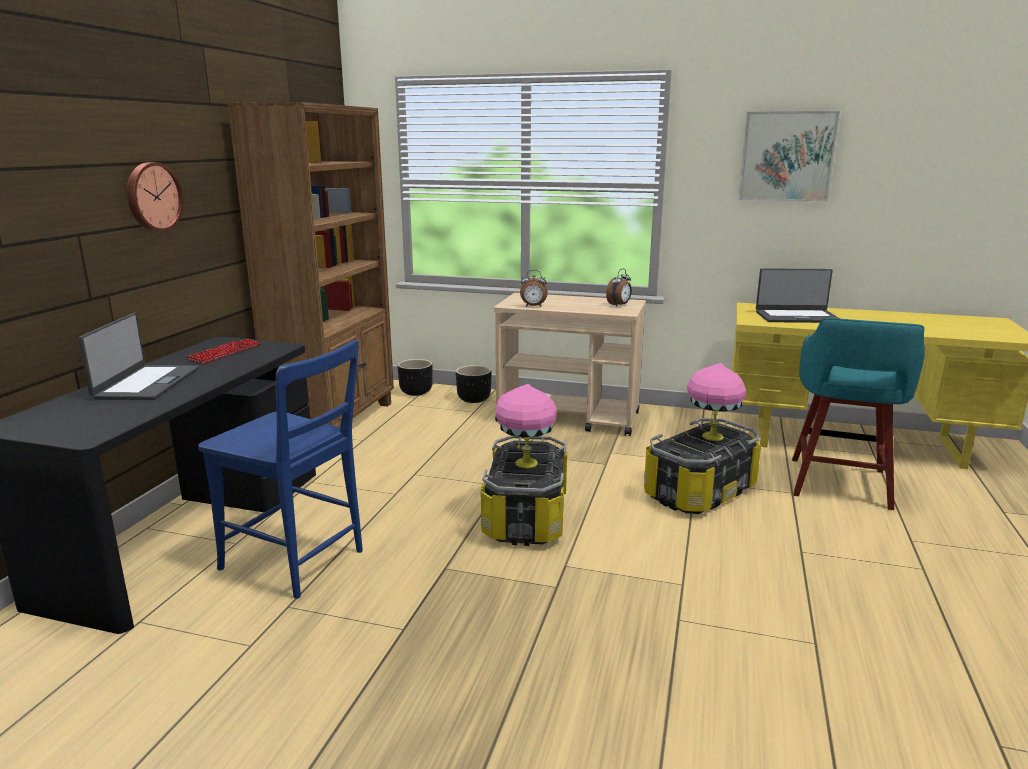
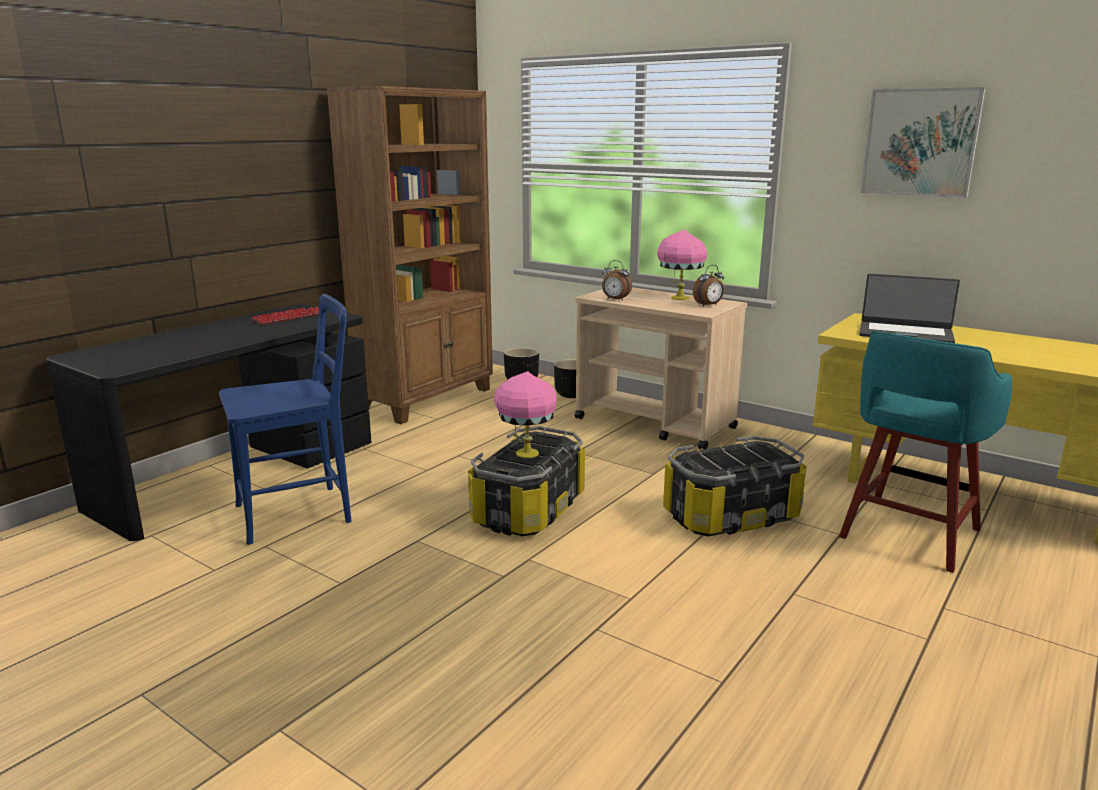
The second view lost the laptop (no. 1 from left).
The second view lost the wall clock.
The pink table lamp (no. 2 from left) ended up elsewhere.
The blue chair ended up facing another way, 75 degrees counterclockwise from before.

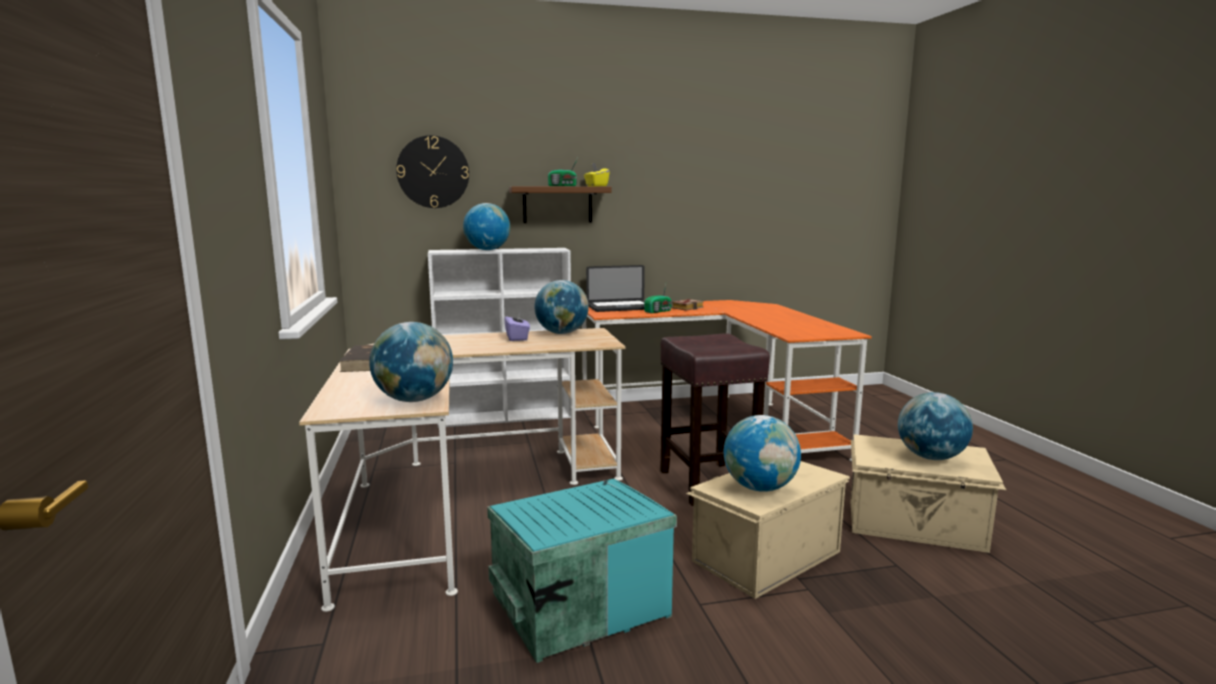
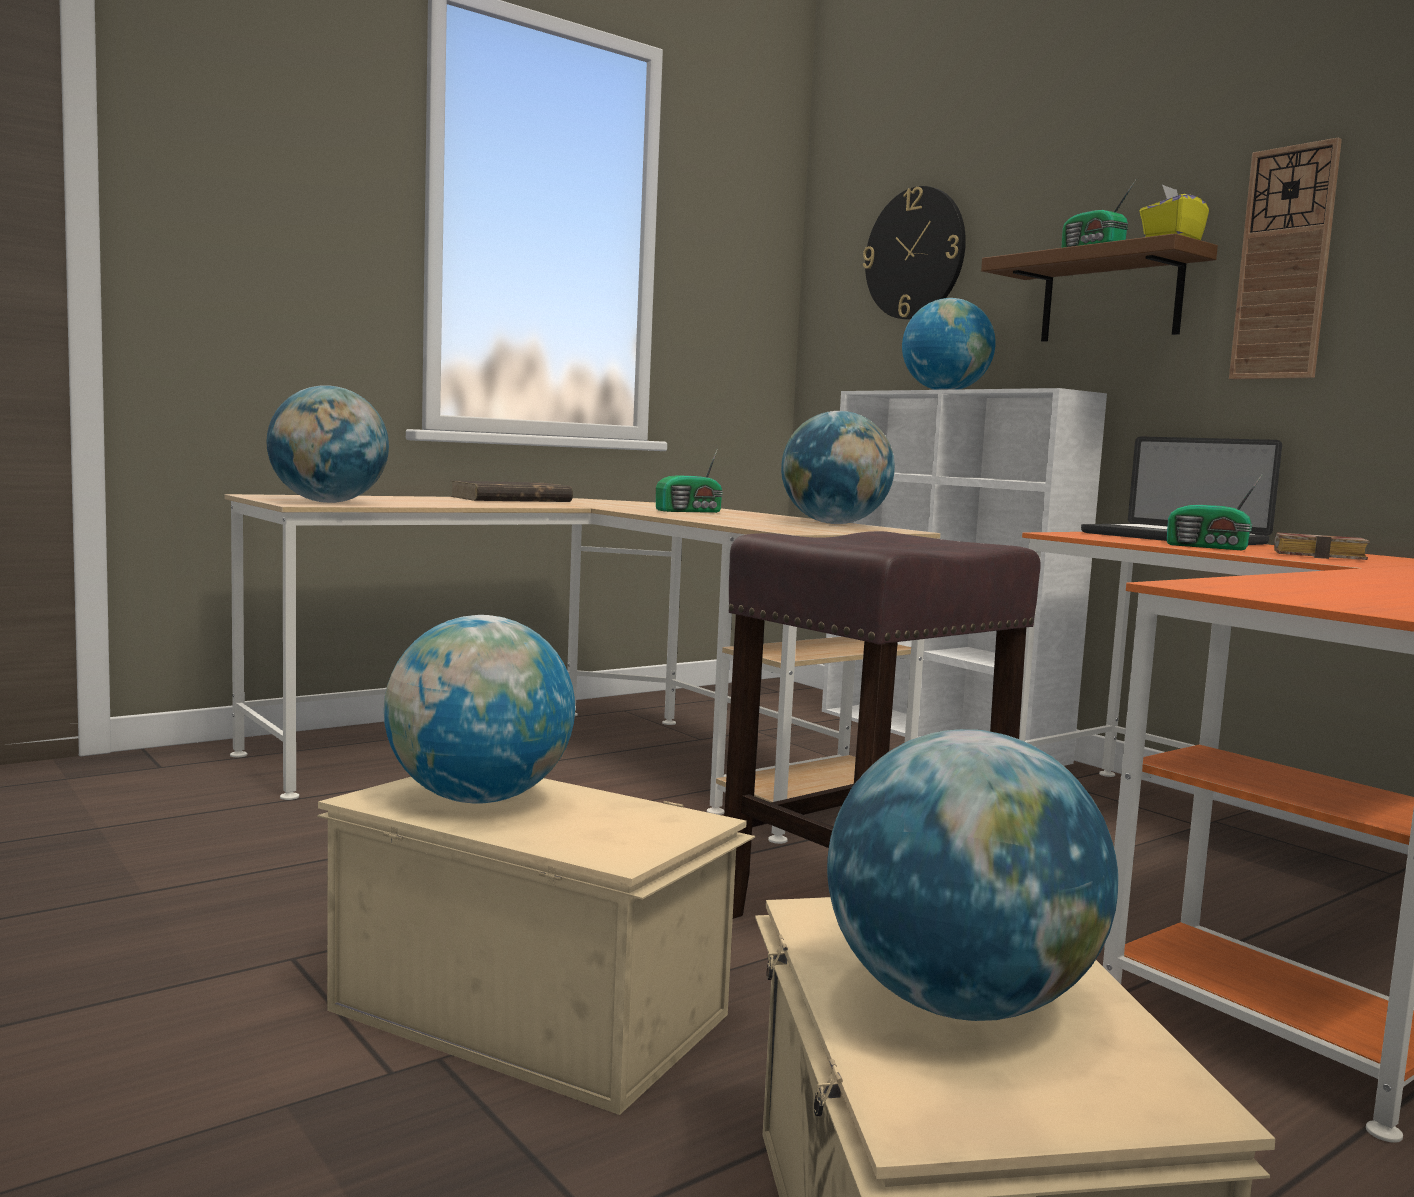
The second view lost the turquoise storage box.
The second view lost the purple tissue box.
The second view gained the radio (no. 1 from left).
The second view gained the wall clock (no. 2 from left).

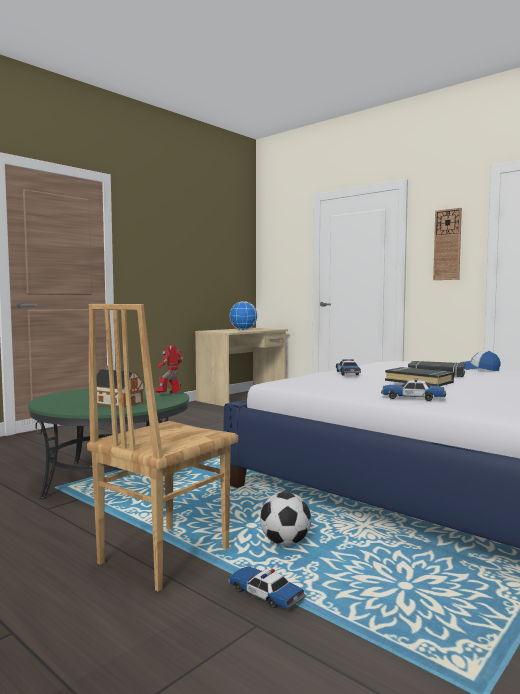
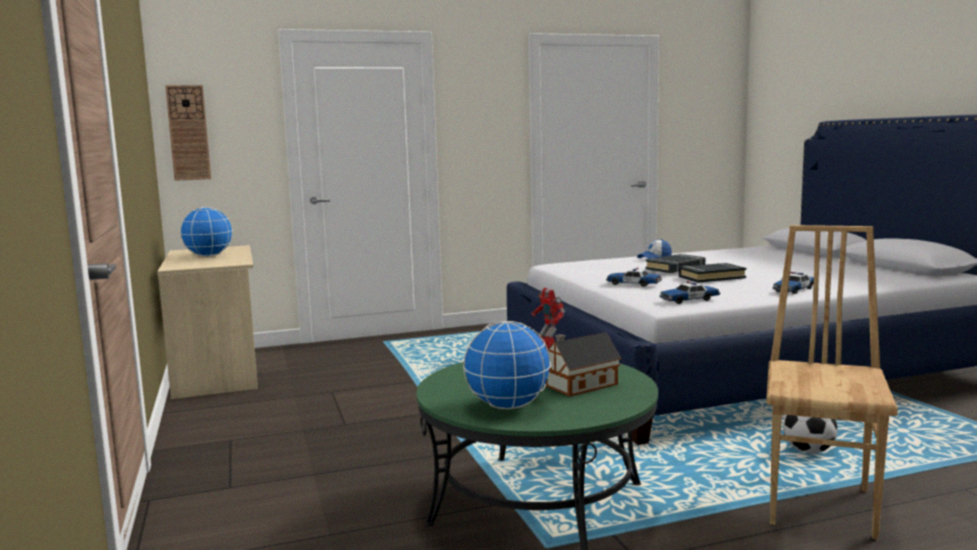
The second view gained the globe (no. 2 from left).
The toy car (no. 1 from left in the first image) ended up elsewhere.
The wall clock ended up elsewhere.
The brown chair ended up facing another way, 135 degrees counterclockwise from before.

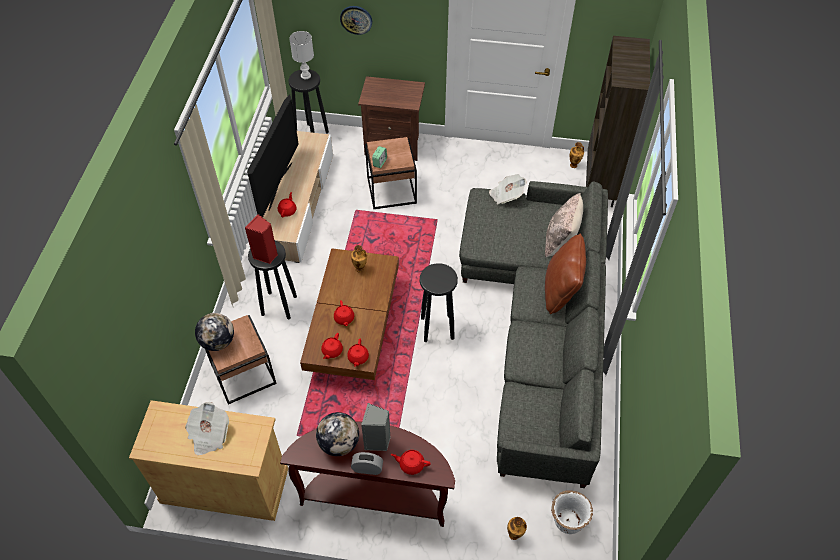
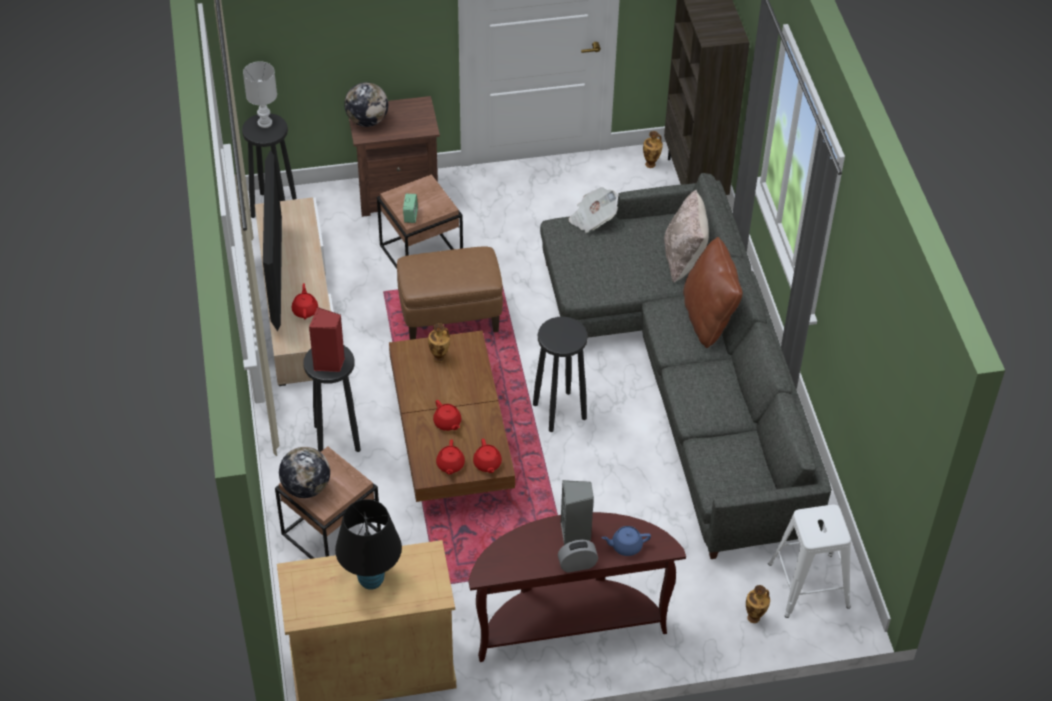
The second view lost the wall clock.
The second view gained the brown ottoman.
The globe (no. 2 from left) ended up elsewhere.
Where the newspaper (no. 1 from left) stood, the black table lamp came to stand.
Where the white planter stood, the white stool came to stand.
What was the red teapot (no. 5 from left) turned into the blue teapot.

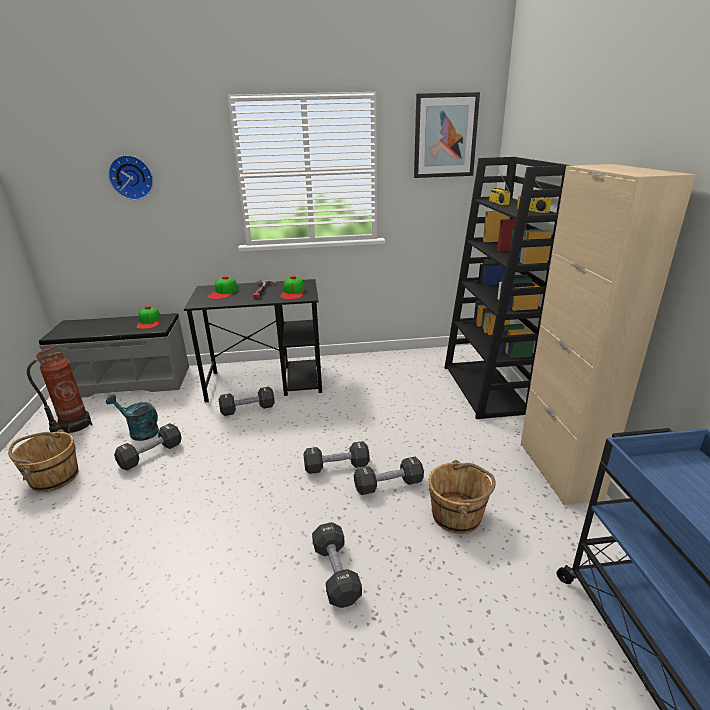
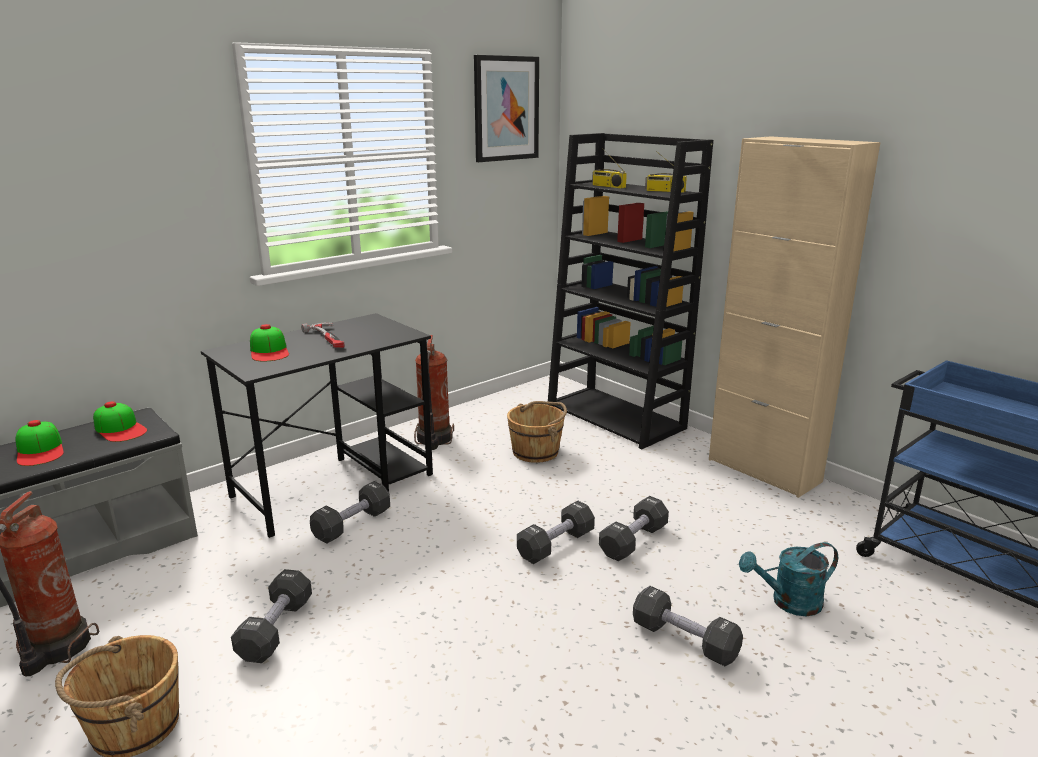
The second view lost the wall clock.
The second view gained the fire extinguisher (no. 2 from left).
The turquoise watering can ended up elsewhere.
The cap (no. 3 from left in the first image) ended up elsewhere.
The brown bucket (no. 2 from left) ended up elsewhere.

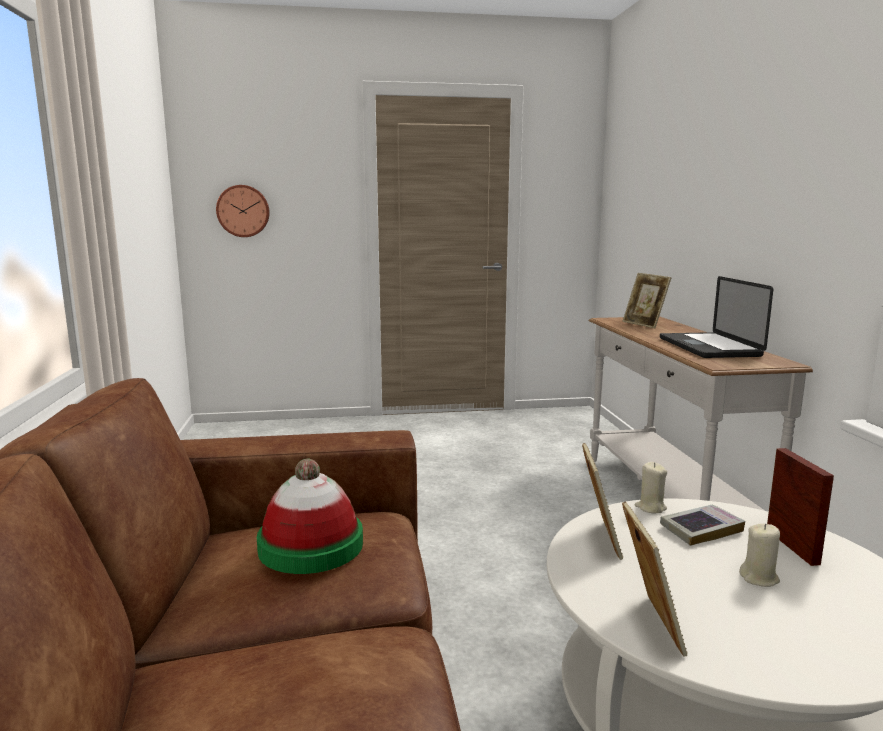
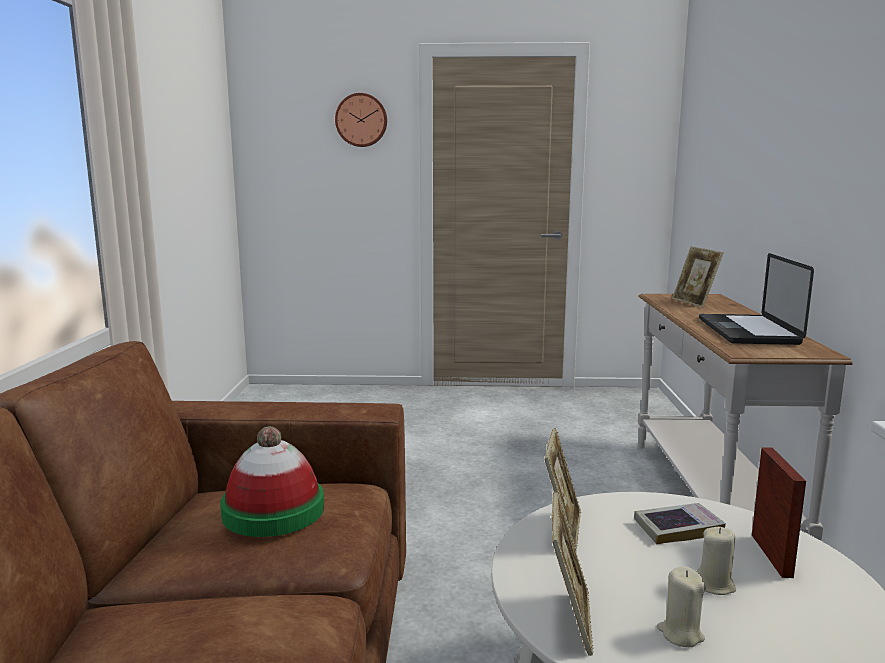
The wall clock ended up elsewhere.
The beige candle (no. 1 from left) ended up elsewhere.

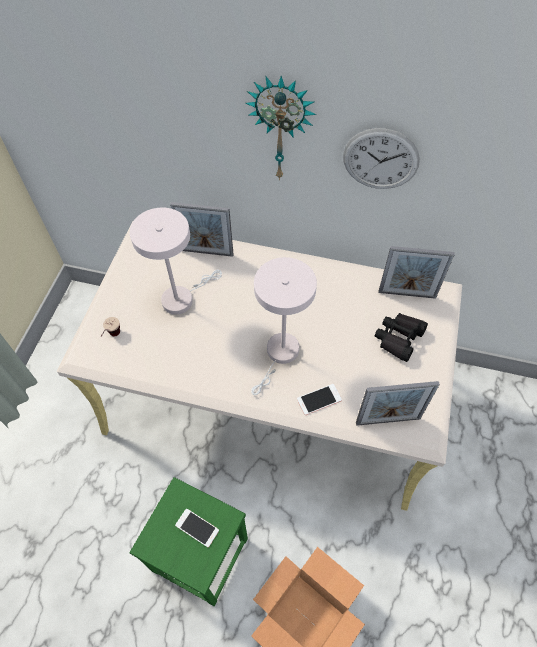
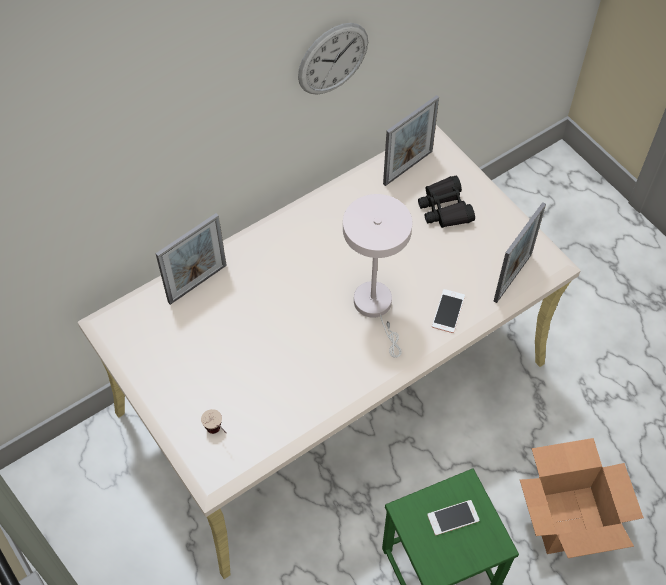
The second view lost the white table lamp (no. 1 from left).
The second view lost the wall clock (no. 1 from left).

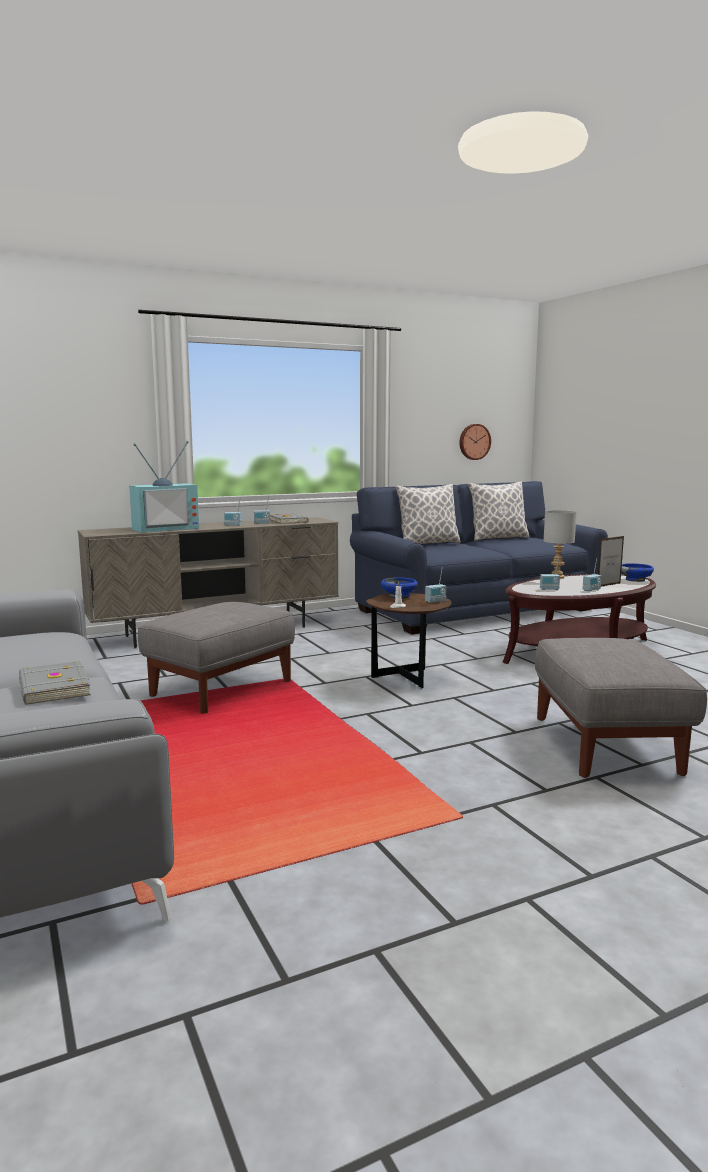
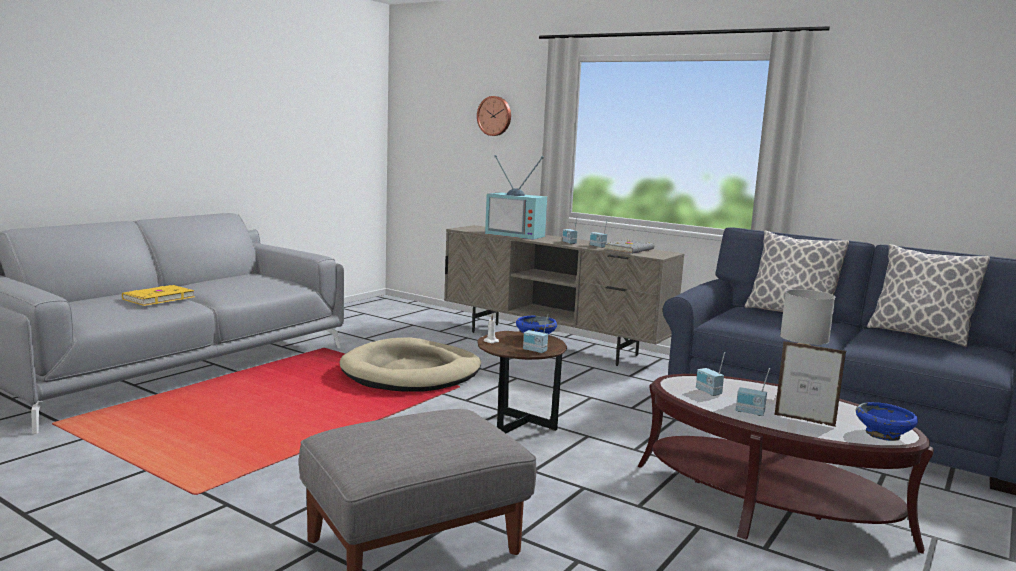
The wall clock ended up elsewhere.
Where the grey ottoman (no. 1 from left) stood, the beige dog bed came to stand.
What was the grey book (no. 1 from left) turned into the yellow book.

